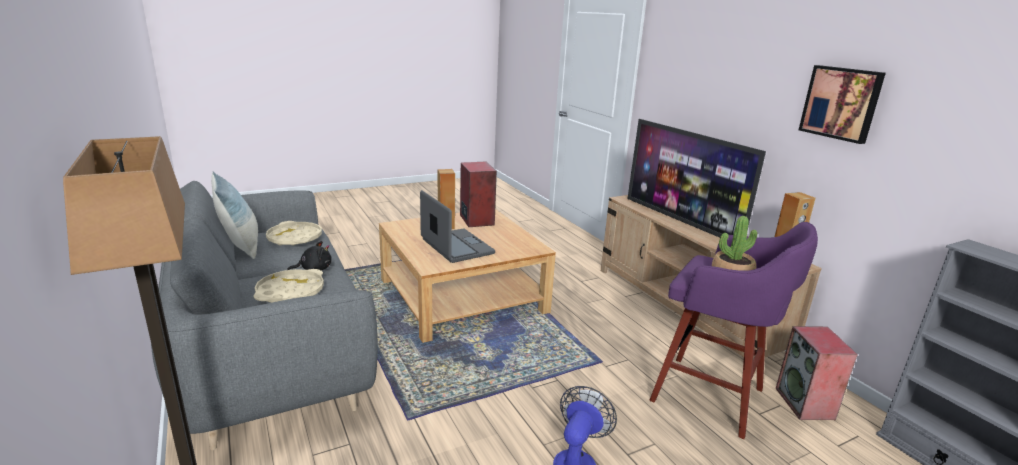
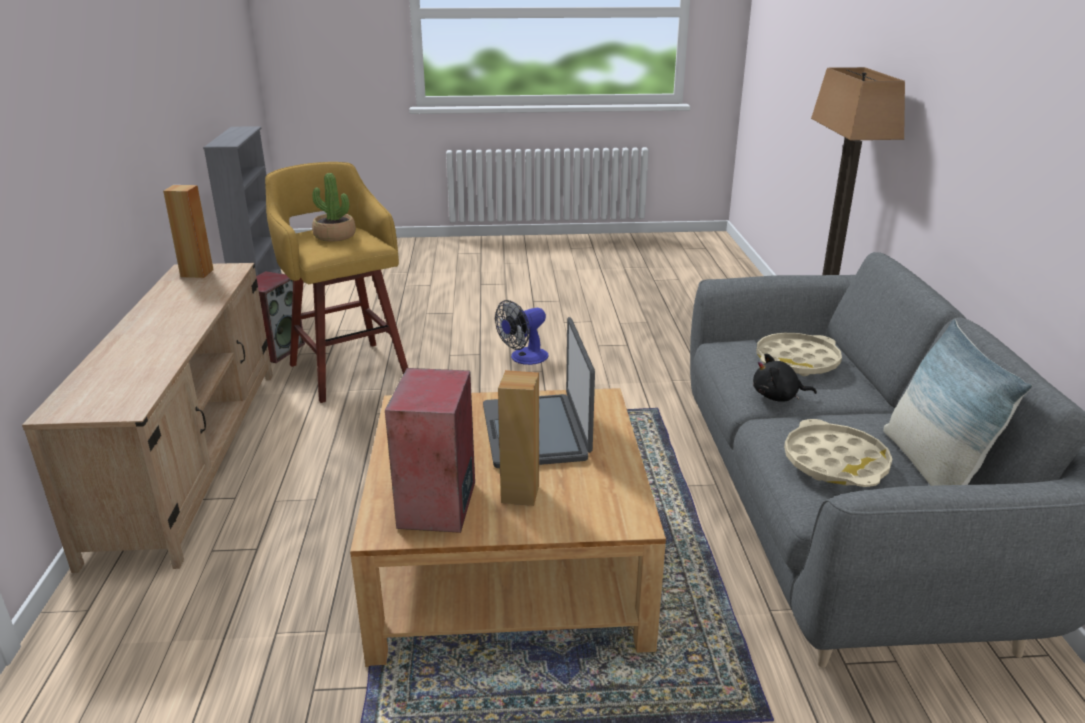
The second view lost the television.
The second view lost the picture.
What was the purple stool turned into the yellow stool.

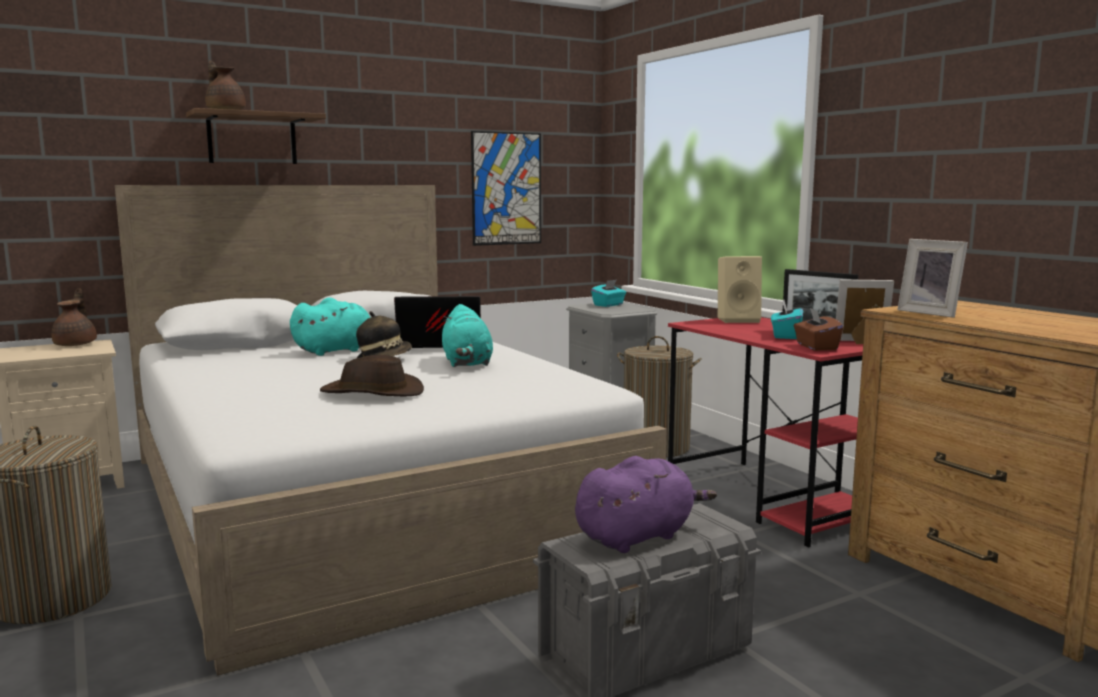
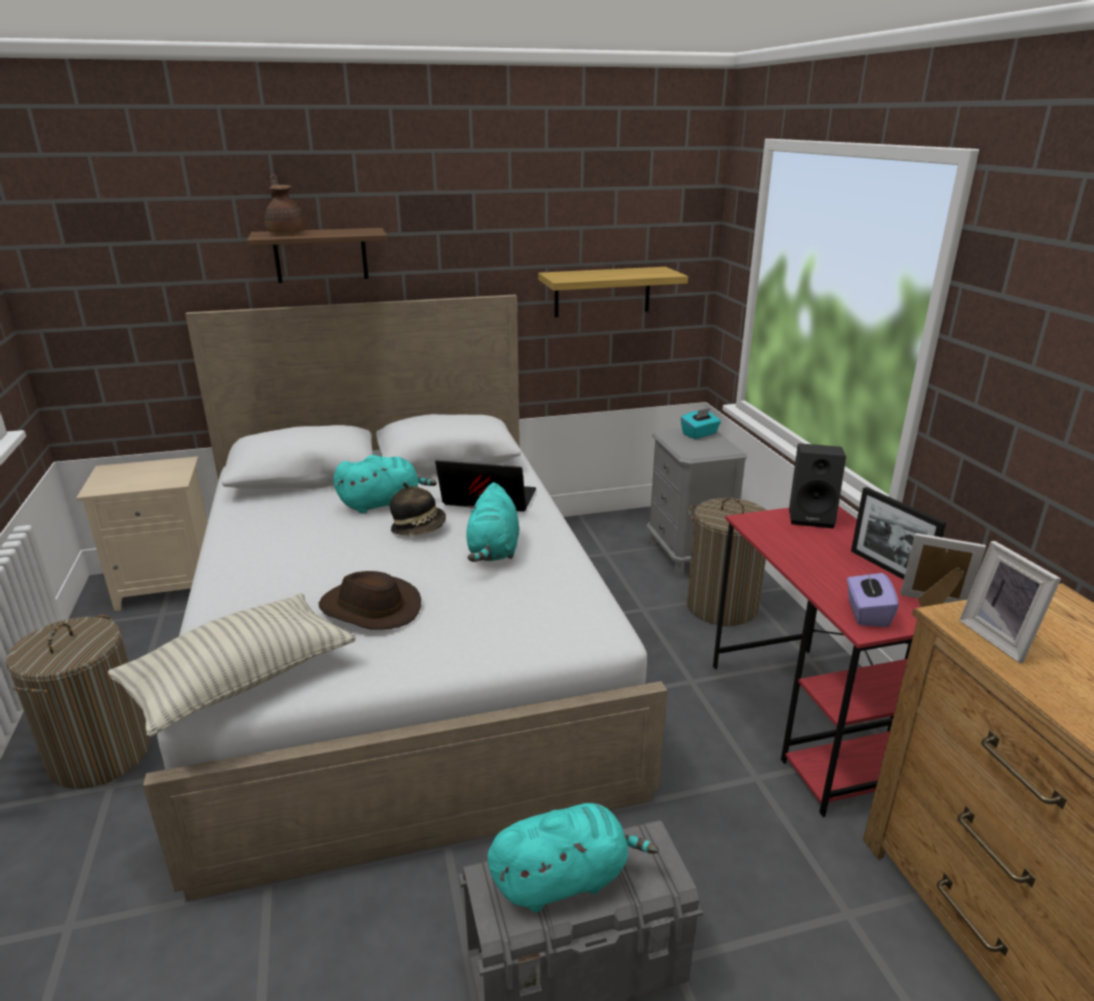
The second view lost the brown teapot (no. 1 from left).
The second view lost the turquoise tissue box (no. 2 from left).
The second view gained the pillow.
Where the picture hung, the shelf (no. 2 from left) came to hang.
What was the purple plush toy turned into the turquoise plush toy (no. 3 from left).
What was the beige speaker turned into the black speaker.
What was the brown tissue box turned into the purple tissue box.

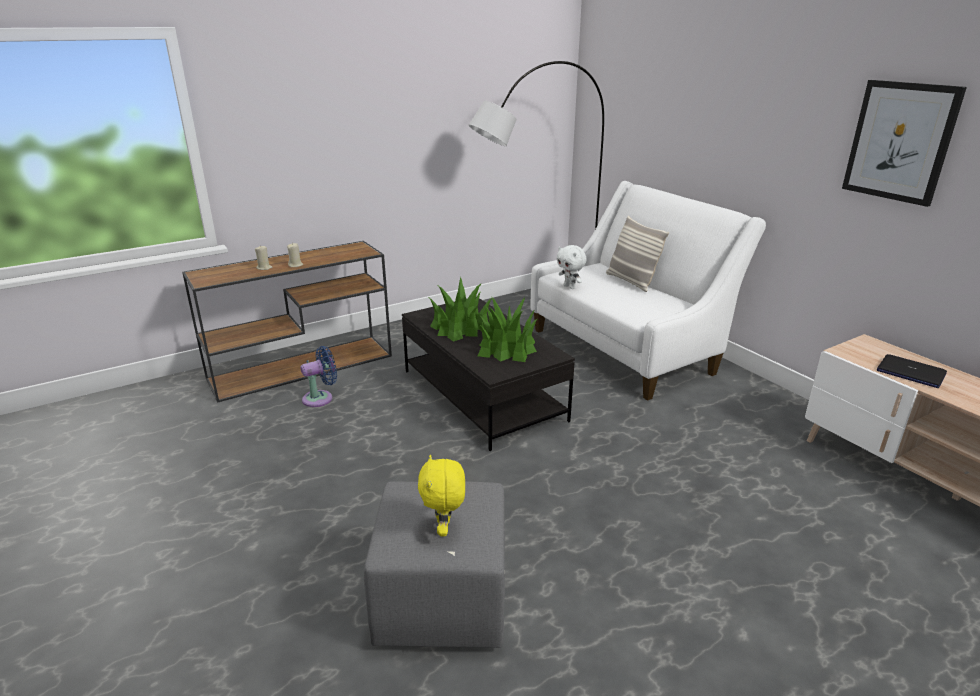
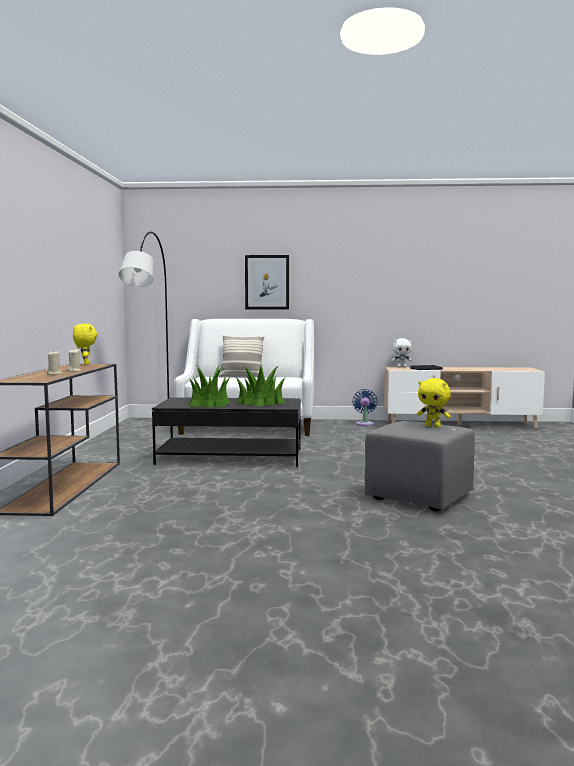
The second view gained the yellow plush toy (no. 1 from left).
The blue fan ended up elsewhere.
The white plush toy ended up elsewhere.
The picture ended up elsewhere.

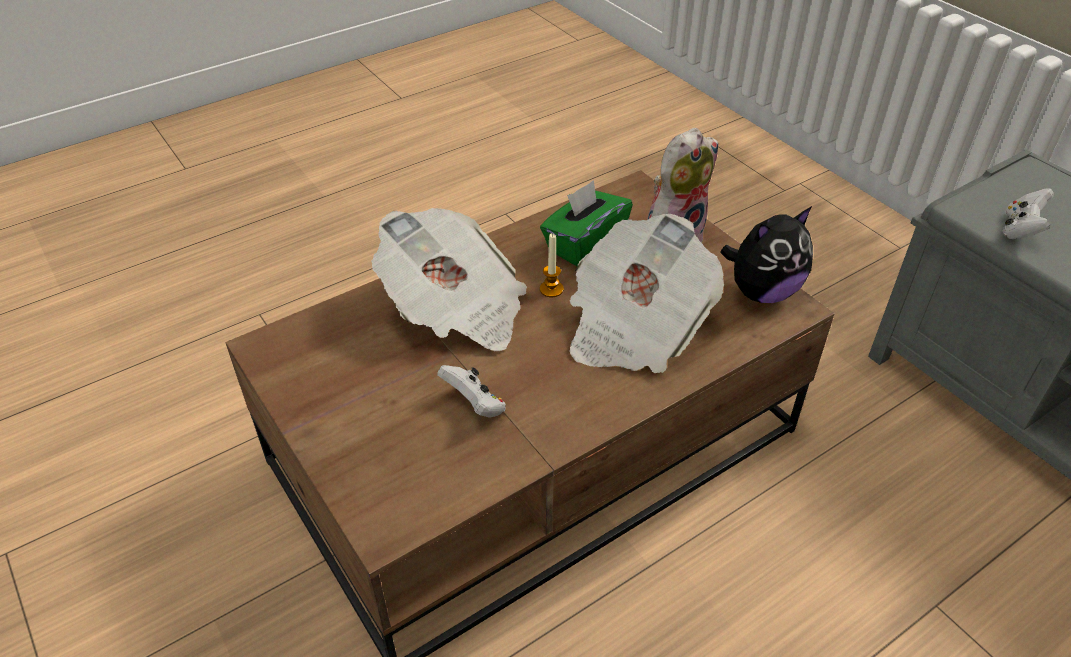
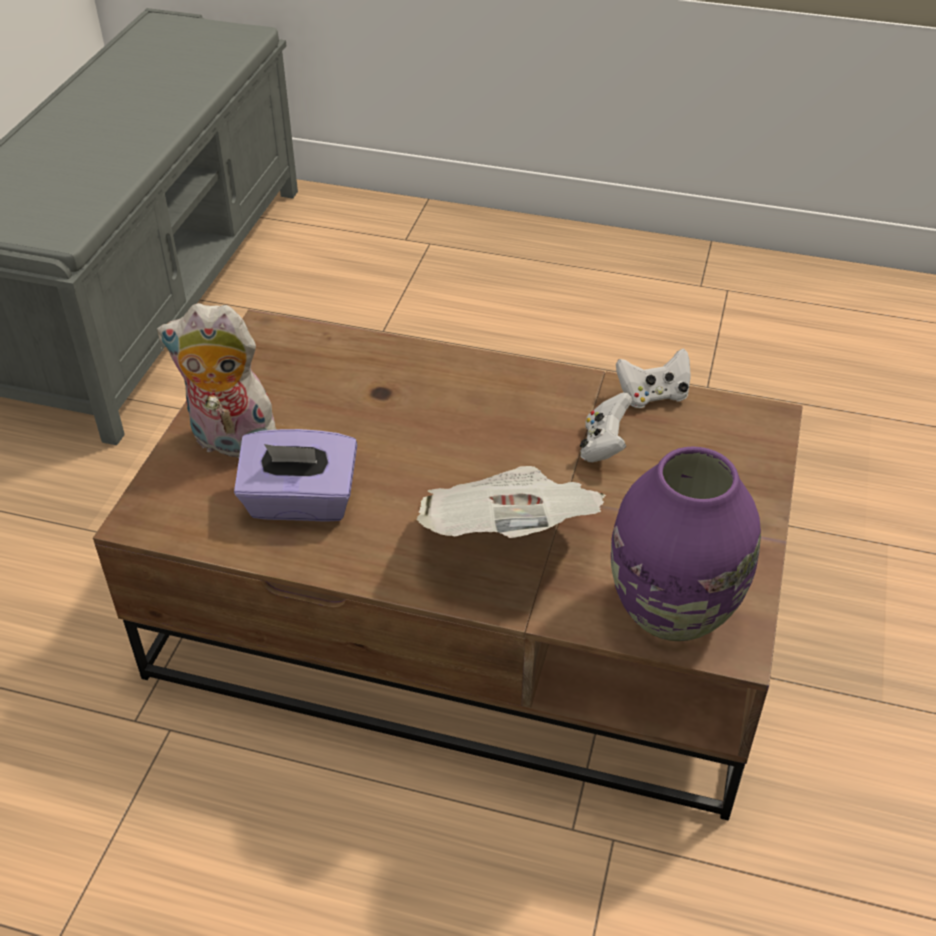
The second view lost the candle.
The second view lost the newspaper (no. 2 from left).
The second view lost the plush toy (no. 2 from left).
The second view gained the purple vase.
The white game controller (no. 2 from left) ended up elsewhere.
What was the green tissue box turned into the purple tissue box.

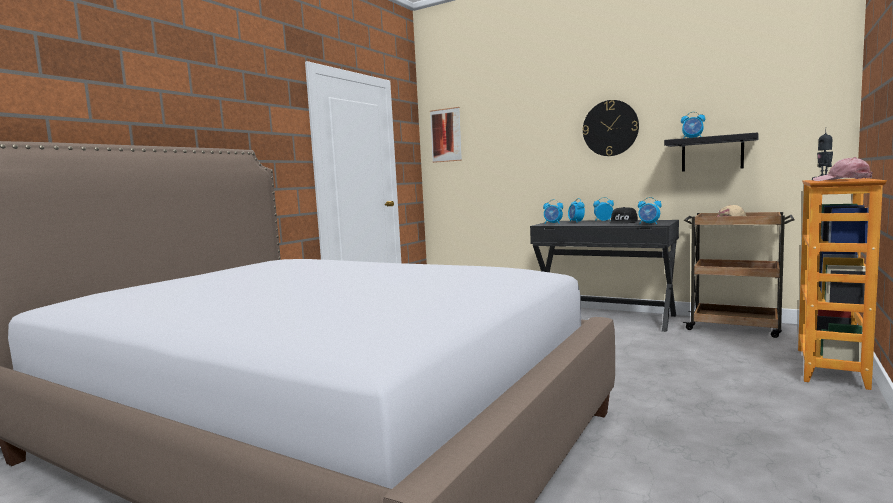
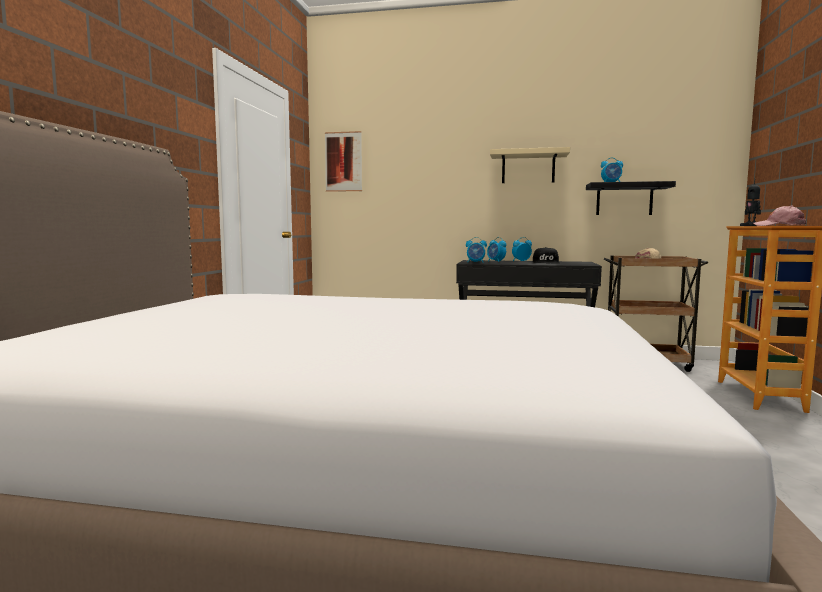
The second view lost the alarm clock (no. 4 from left).
Where the wall clock hung, the beige shelf came to hang.

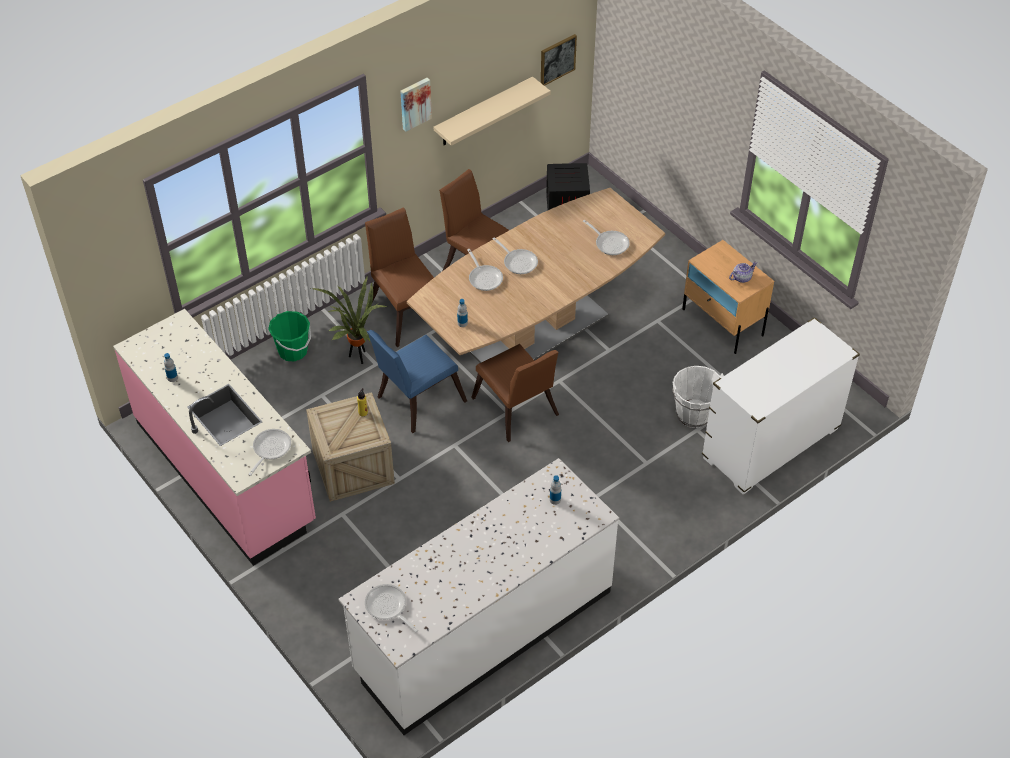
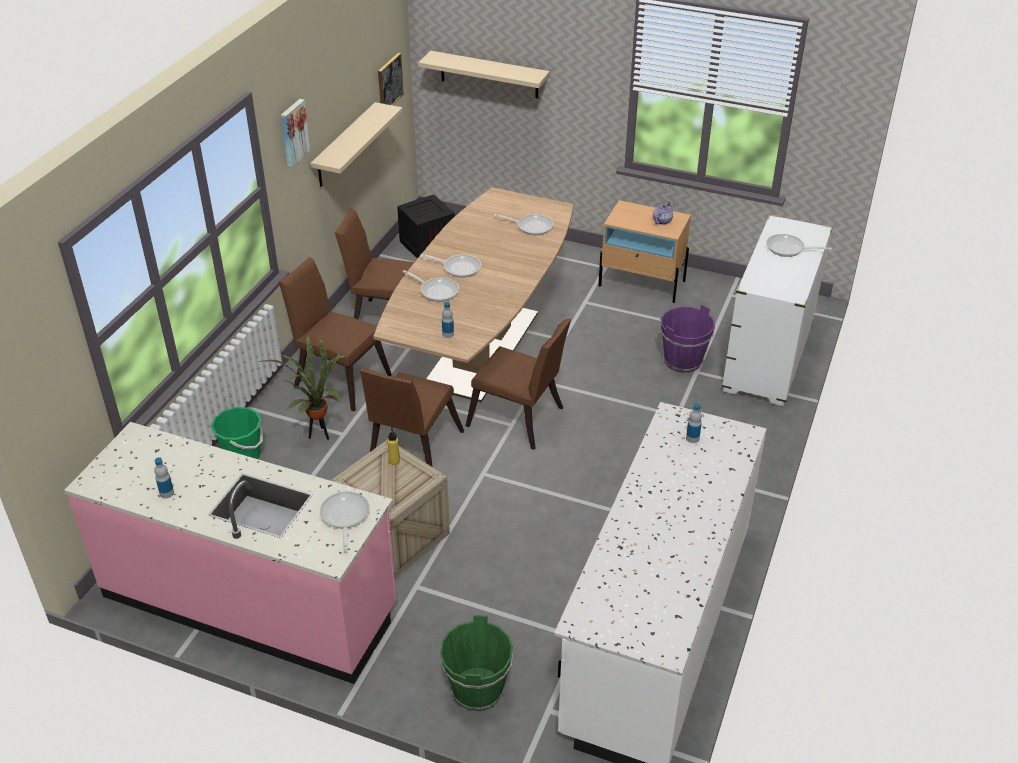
The second view gained the beige shelf (no. 2 from left).
The second view gained the green bucket (no. 2 from left).
The frying pan (no. 2 from left in the first image) ended up elsewhere.
What was the blue chair turned into the brown chair (no. 3 from left).
What was the white bucket turned into the purple bucket.

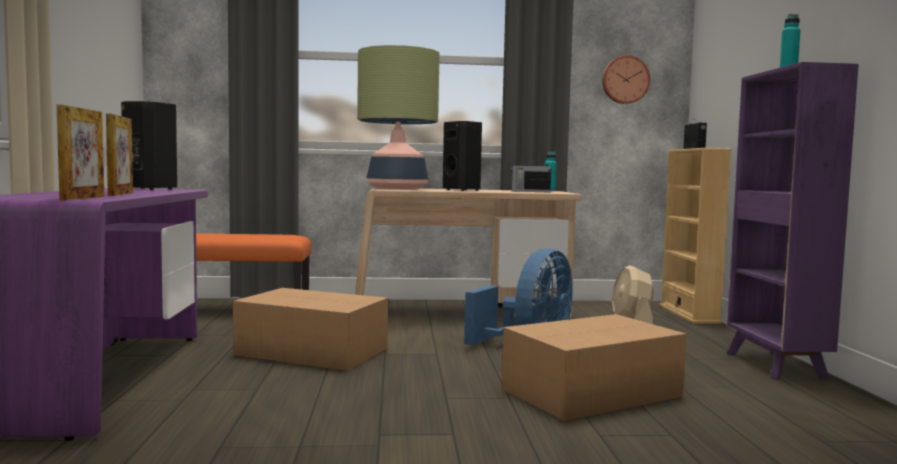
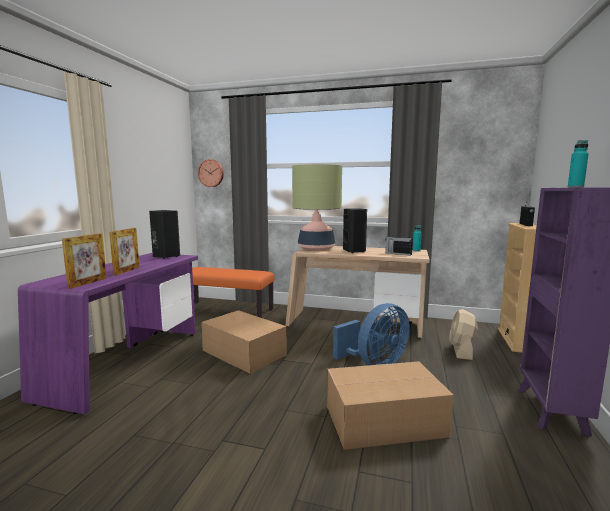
The wall clock ended up elsewhere.

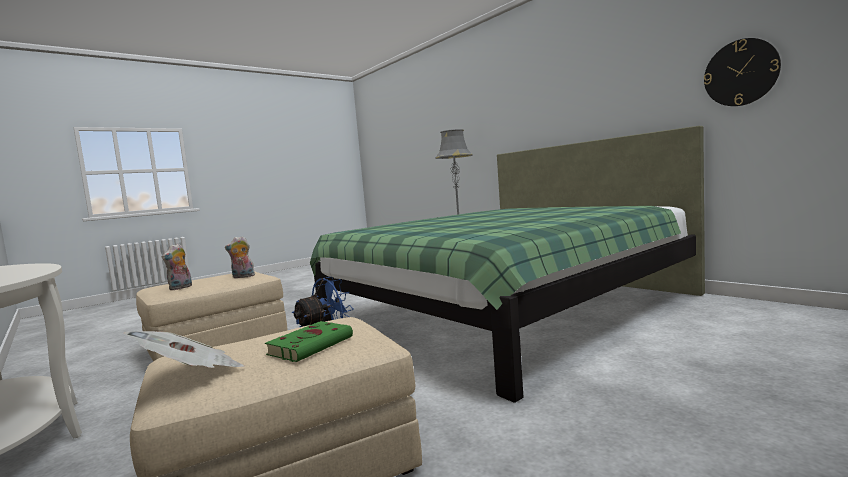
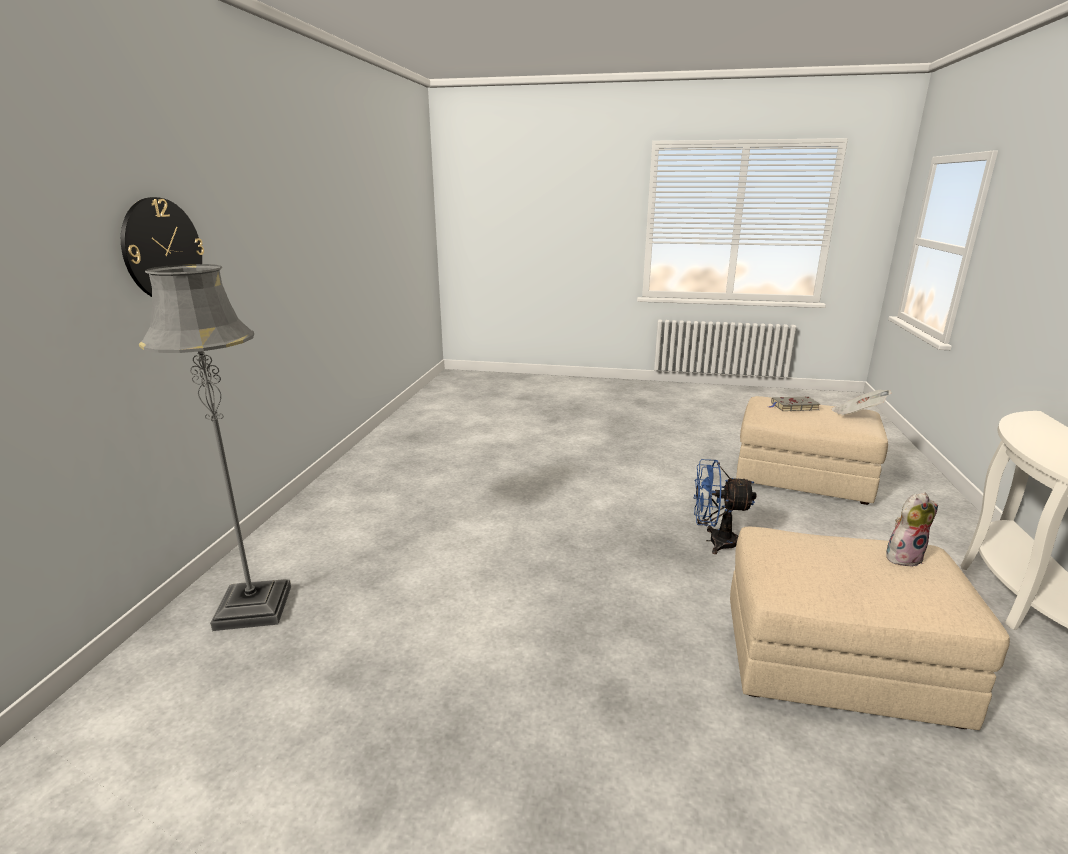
The second view lost the plush toy (no. 2 from left).
The second view lost the green bed.
The wall clock ended up elsewhere.
What was the green book turned into the grey book.

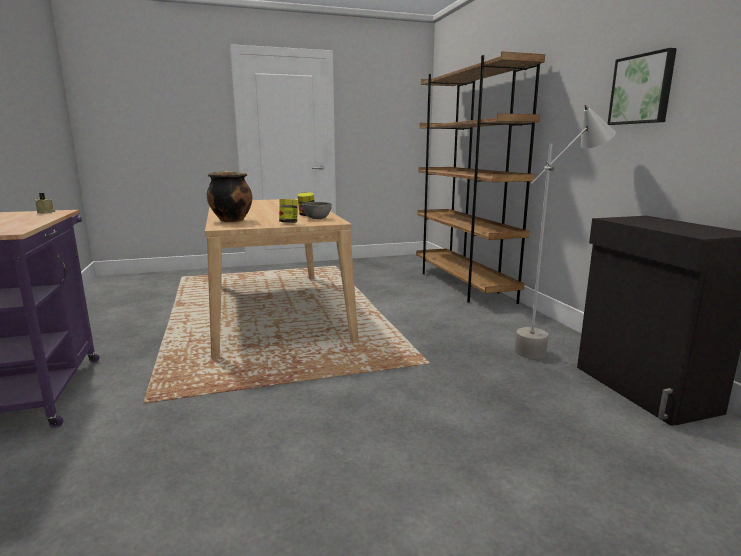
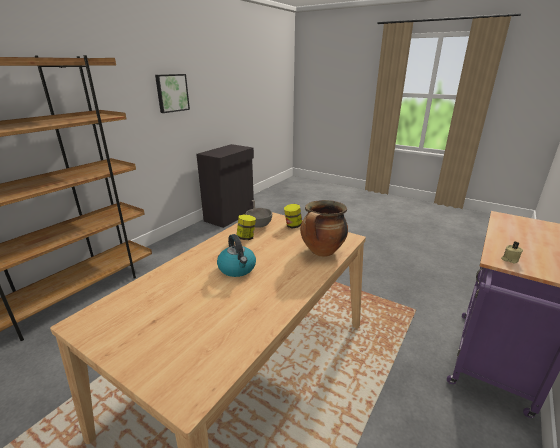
The second view lost the grey floor lamp.
The second view gained the kettle.

